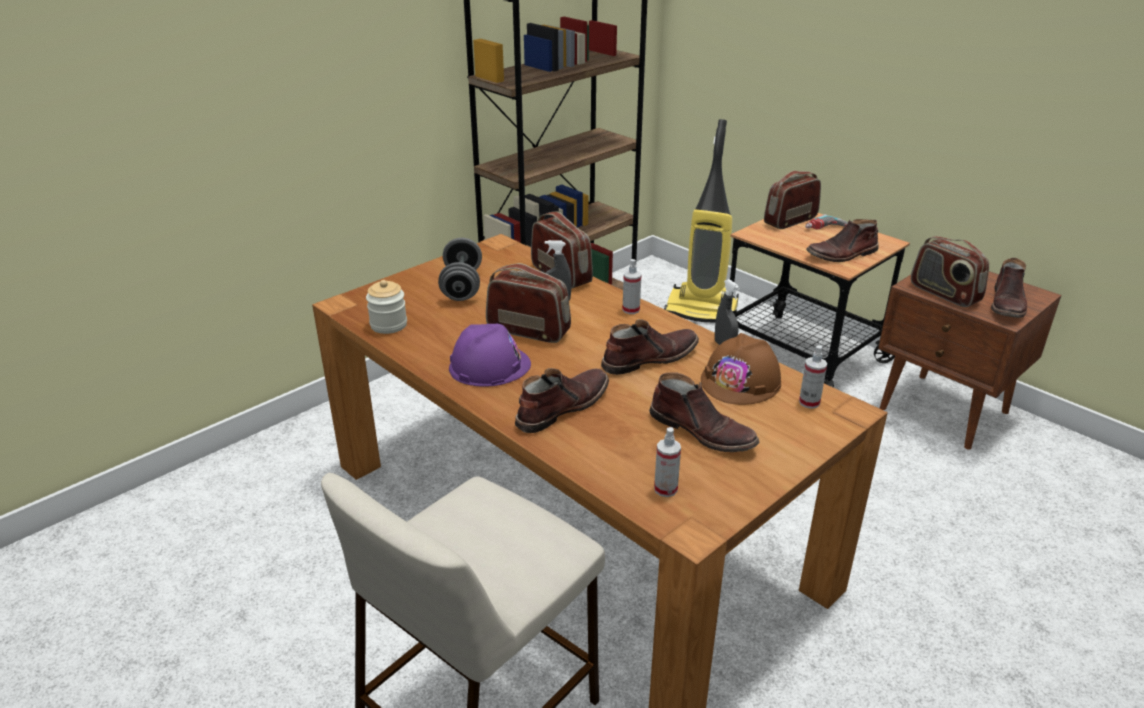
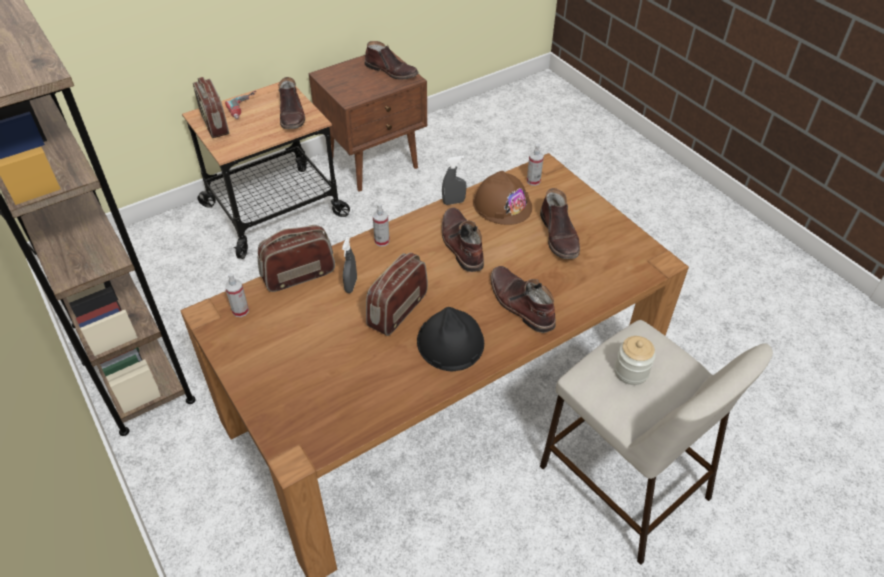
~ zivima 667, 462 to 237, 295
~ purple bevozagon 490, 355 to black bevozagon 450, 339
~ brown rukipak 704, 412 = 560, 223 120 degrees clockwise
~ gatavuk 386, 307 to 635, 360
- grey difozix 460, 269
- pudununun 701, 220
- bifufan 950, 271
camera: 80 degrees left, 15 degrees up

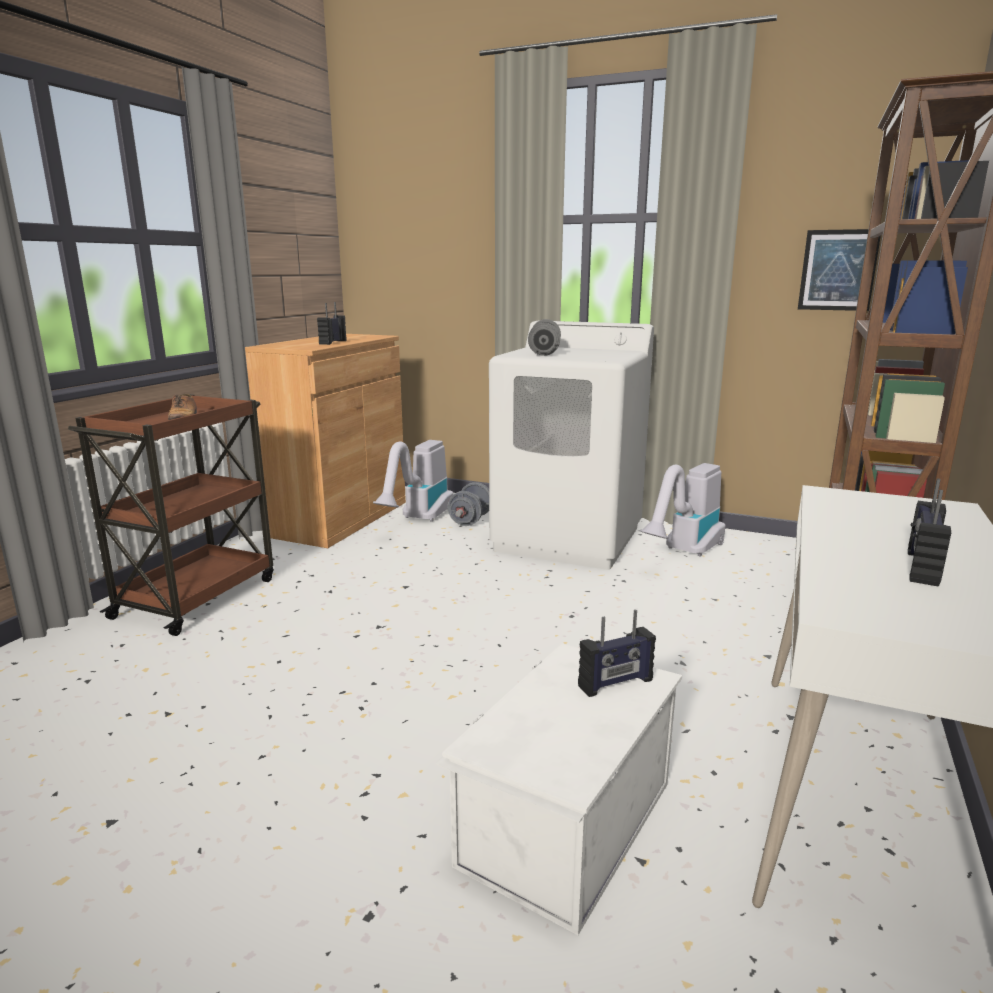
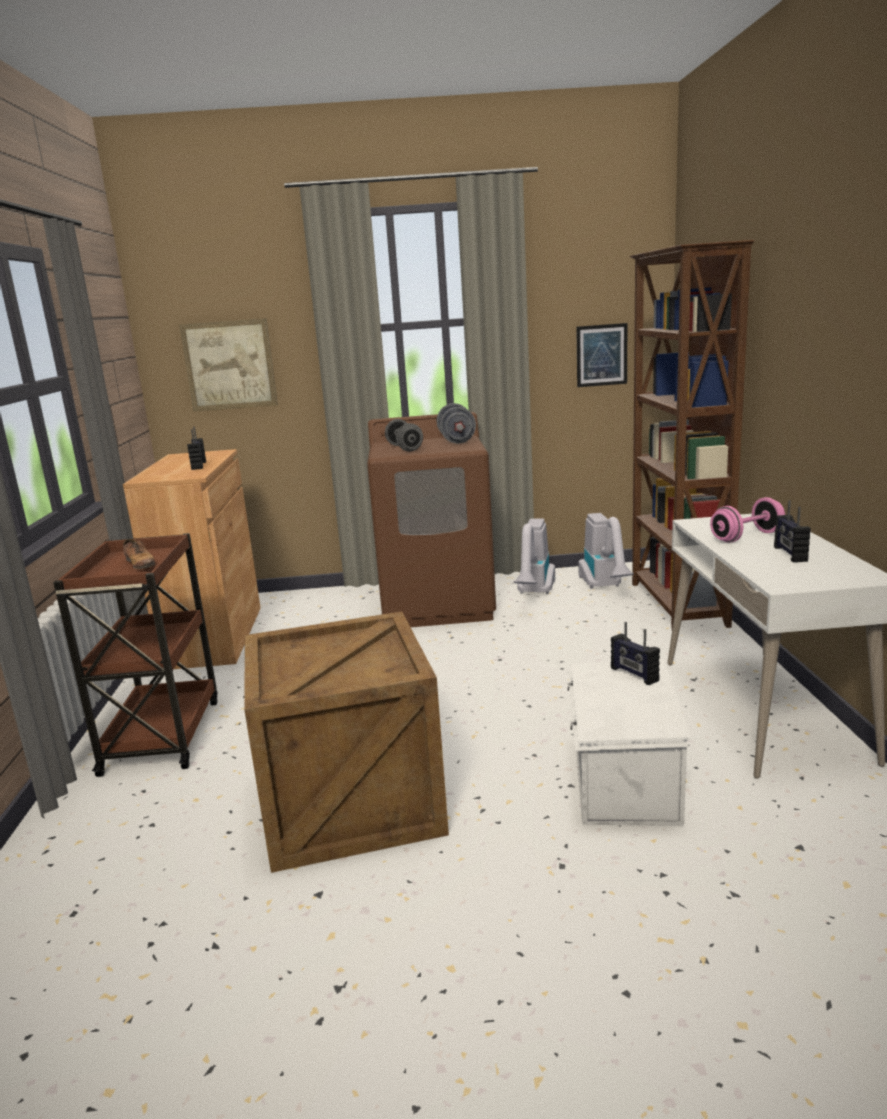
+ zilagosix 228, 365
+ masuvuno 346, 742
~ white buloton 571, 445 to brown buloton 431, 519
~ grey difozix 468, 504 to 456, 423
~ pudununun 413, 481 to 606, 551
~ bifufan 617, 653 = 635, 653 105 degrees clockwise
+ pink difozix 747, 520
camera: 25 degrees left, 0 degrees up

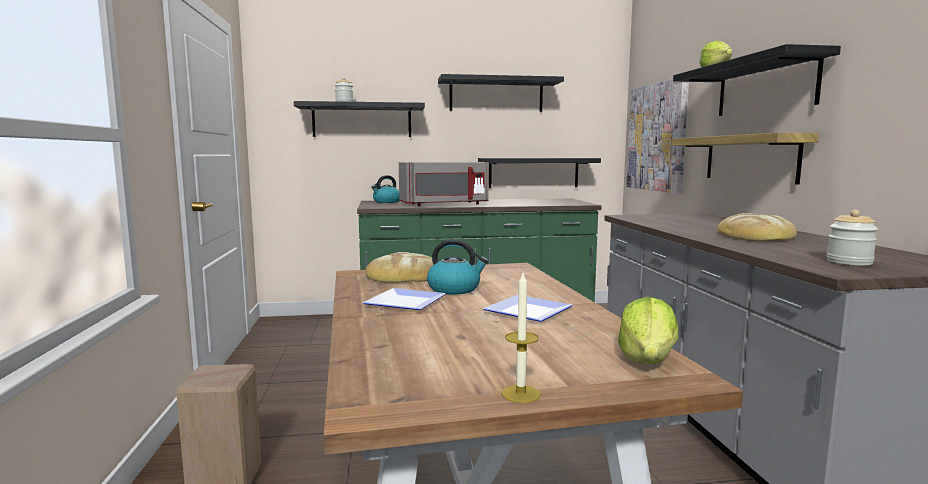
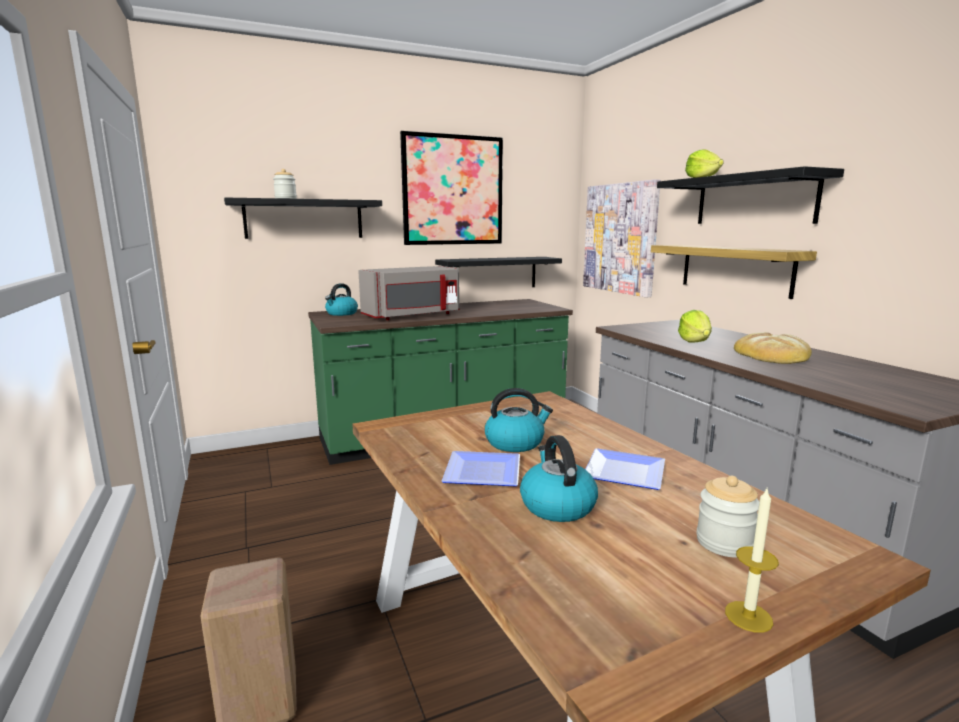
~ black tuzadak 501, 93 to zilagosix 451, 188
+ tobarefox 559, 478
~ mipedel 648, 330 to 695, 326
~ gatavuk 852, 238 to 727, 517
- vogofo 399, 267
camera: 15 degrees left, 5 degrees up

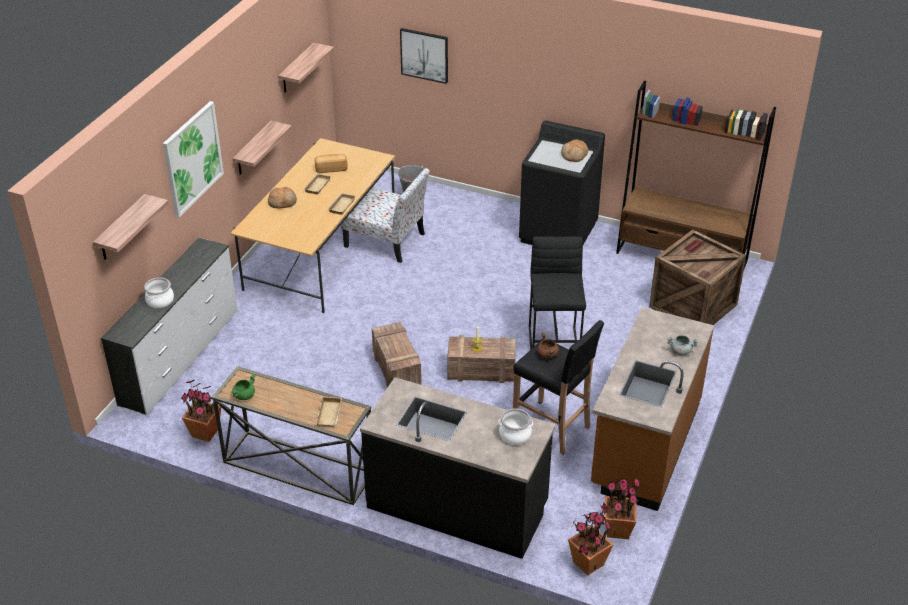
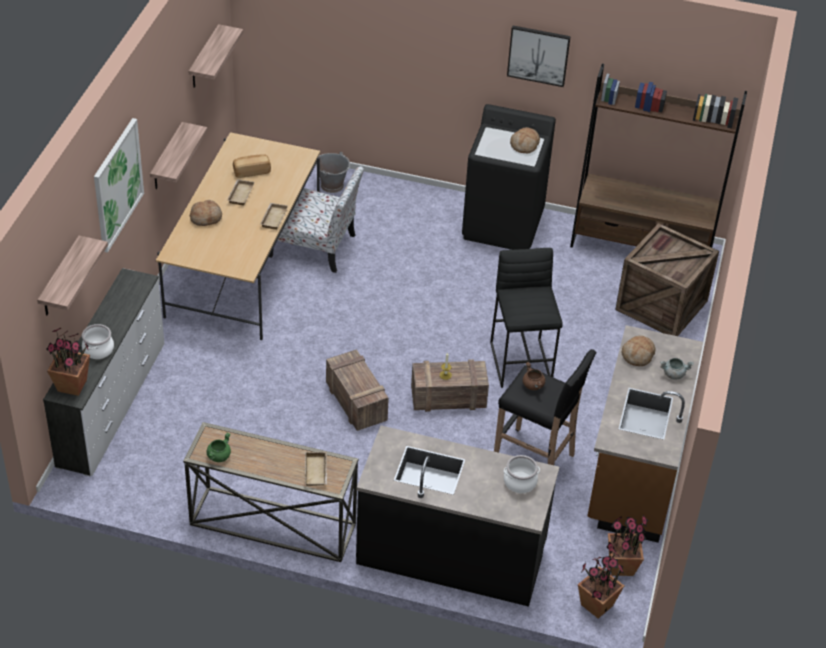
~ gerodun 201, 411 to 68, 362
~ zilagosix 424, 56 to 539, 56
+ vogofo 639, 351
camera: 10 degrees left, 5 degrees up

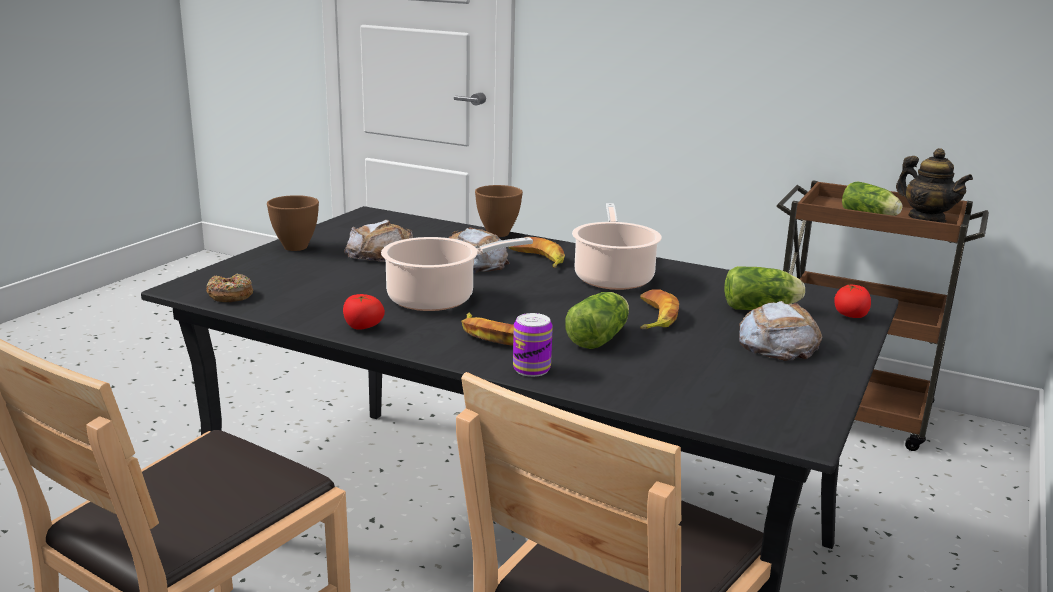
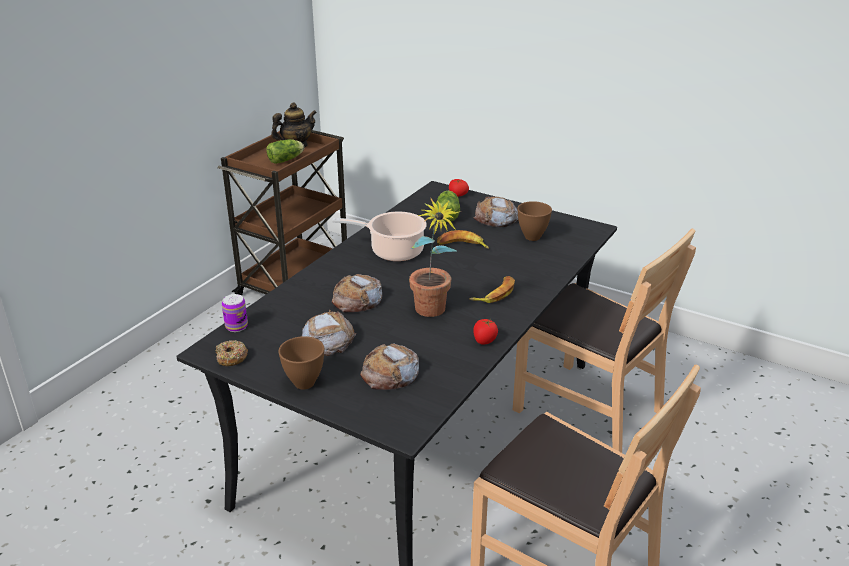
~ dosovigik 229, 288 to 232, 353
~ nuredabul 533, 345 to 235, 313
+ vogofo 389, 367
~ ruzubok 457, 274 to gerodun 434, 258
~ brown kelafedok 499, 211 to 534, 221
- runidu 537, 252
- mipedel 597, 320
camera: 85 degrees left, 10 degrees up

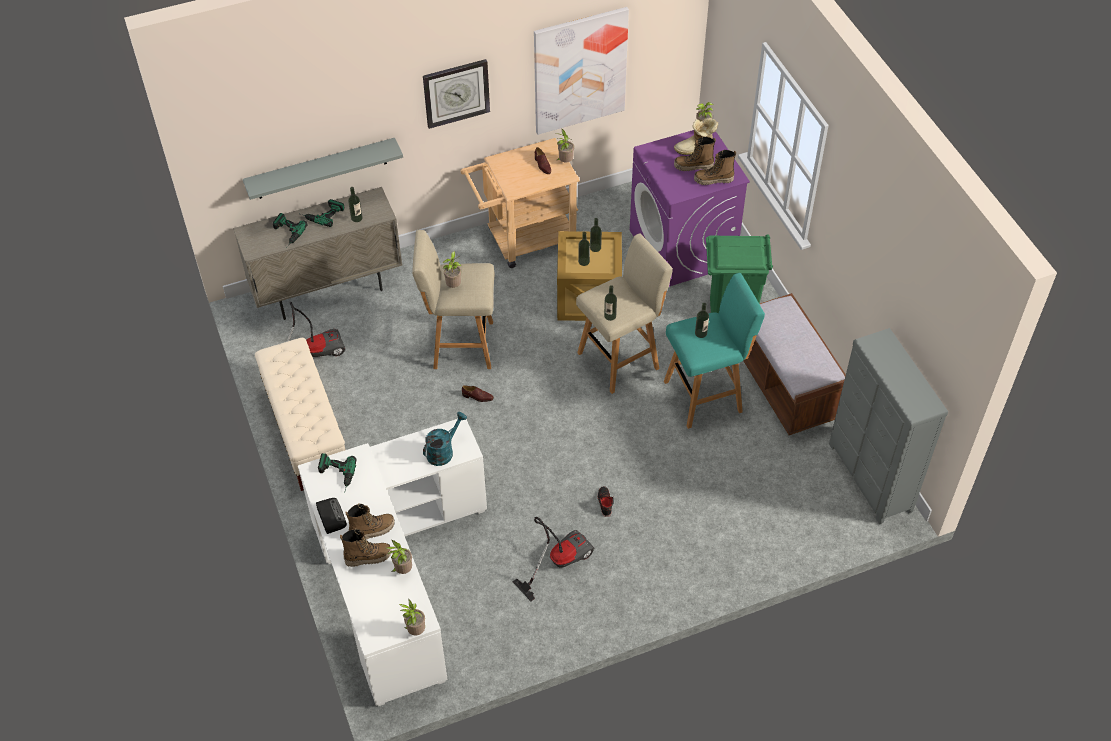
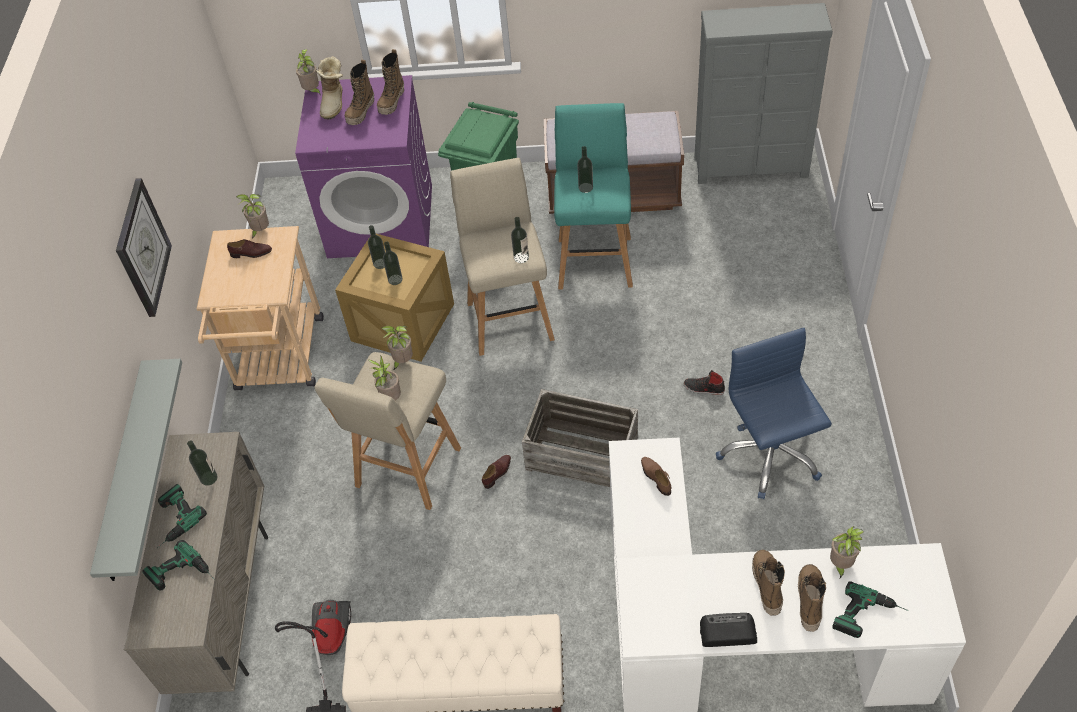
~ gerodun 412, 616 to 397, 348
+ masuvuno 580, 438
~ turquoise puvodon 445, 439 to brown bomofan 656, 476
~ pudununun 553, 559 to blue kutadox 774, 413
~ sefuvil 337, 473 to 870, 609
- zilagosix 581, 71
camera: 65 degrees left, 0 degrees up

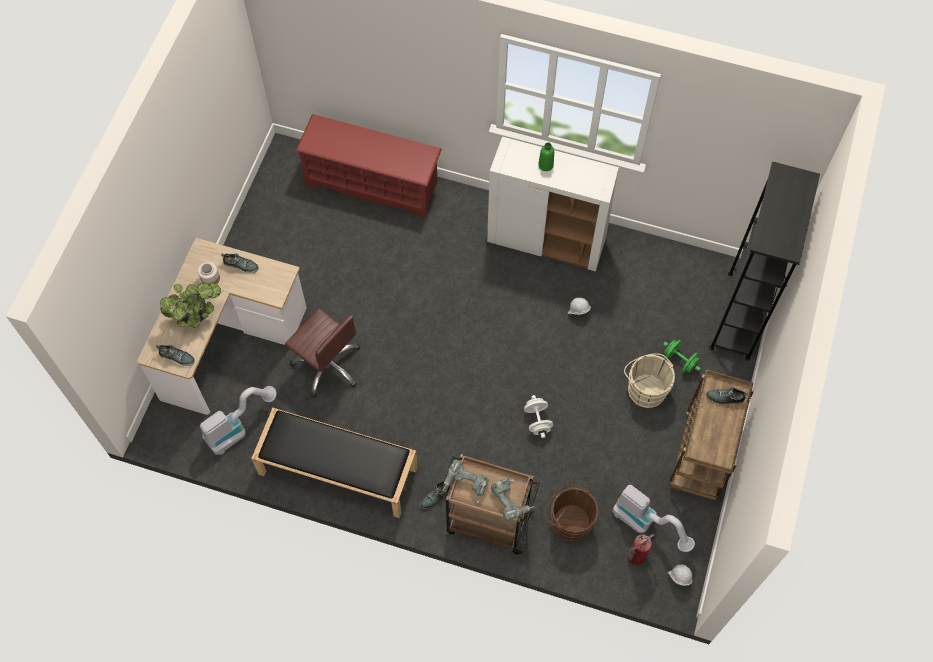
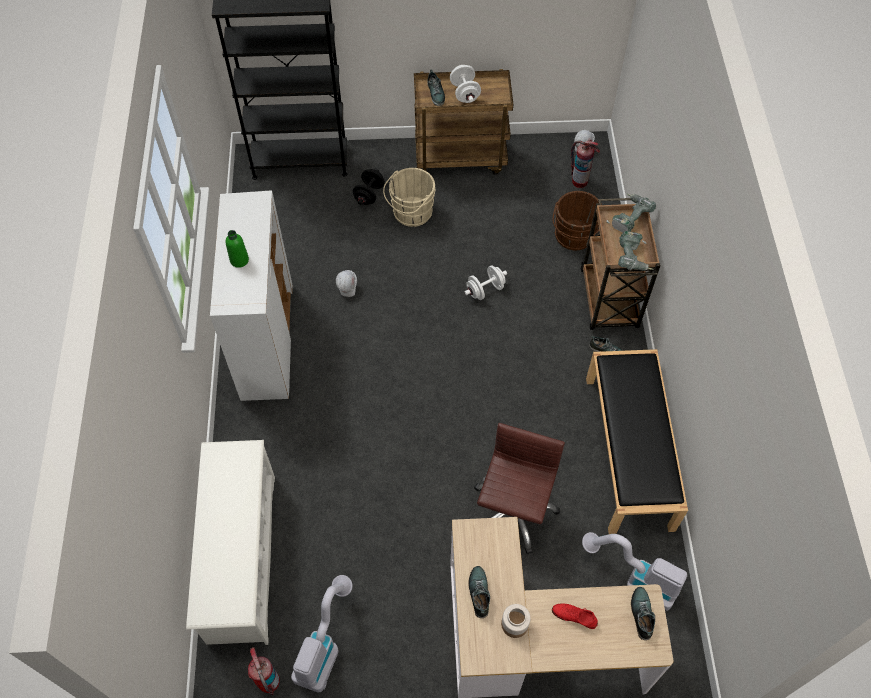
~ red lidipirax 369, 166 to white lidipirax 230, 542
+ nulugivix 264, 671
~ pudununun 654, 518 to 322, 633
~ green difozix 682, 356 to black difozix 369, 187
+ white difozix 465, 84
~ gerodun 190, 305 to red bomofan 575, 616
camera: 110 degrees left, 5 degrees down

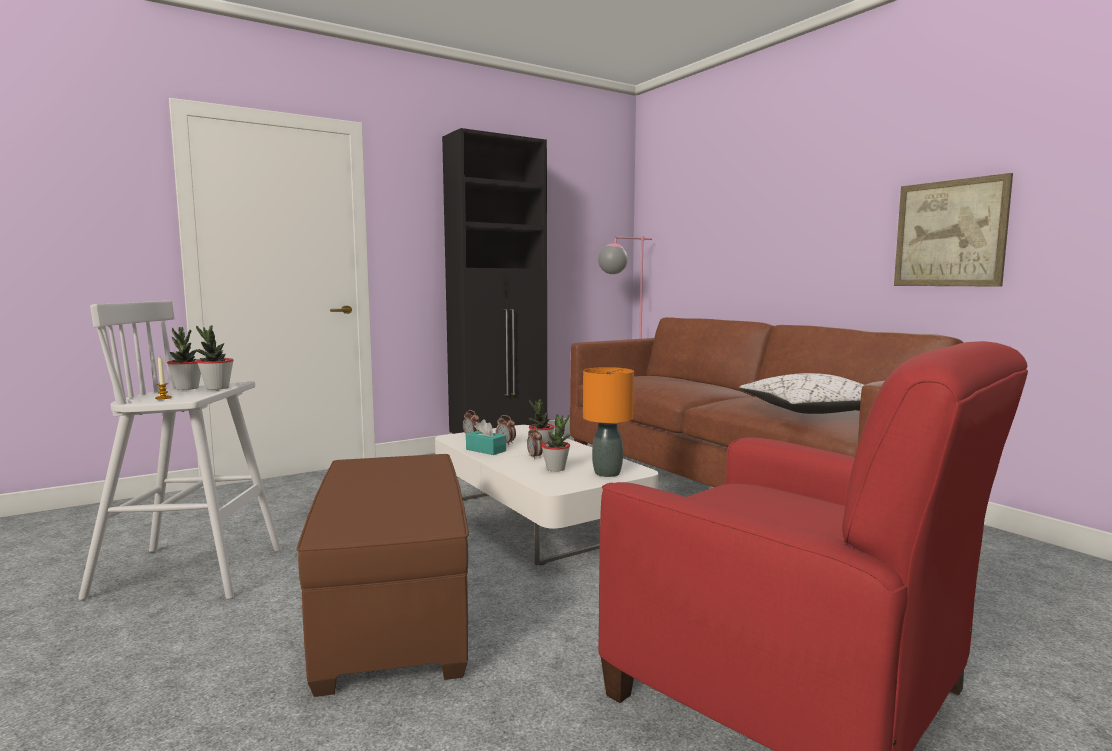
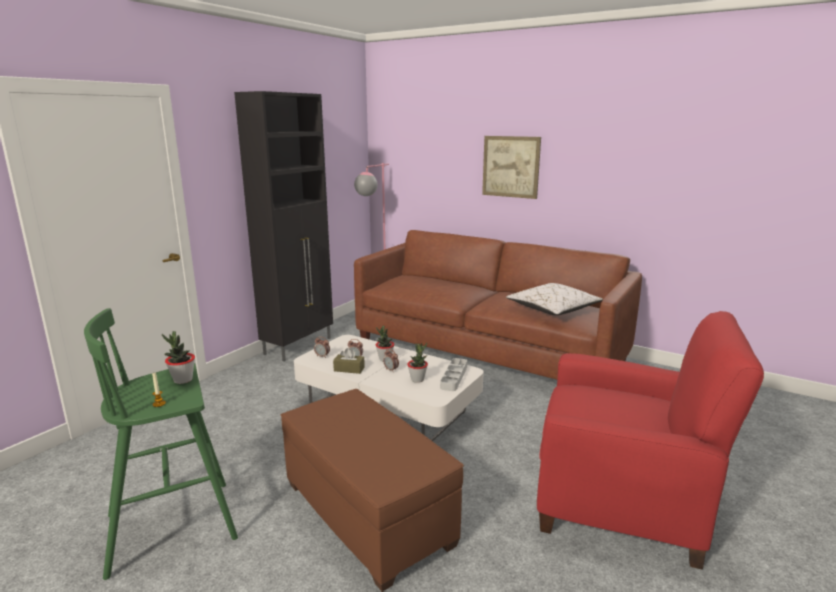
~ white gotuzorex 179, 450 to green gotuzorex 161, 444
~ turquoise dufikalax 486, 437 to brown dufikalax 349, 361
~ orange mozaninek 608, 422 to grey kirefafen 453, 374
~ zilagosix 953, 230 to 511, 167
- gerodun 184, 358
camera: 25 degrees left, 10 degrees up

